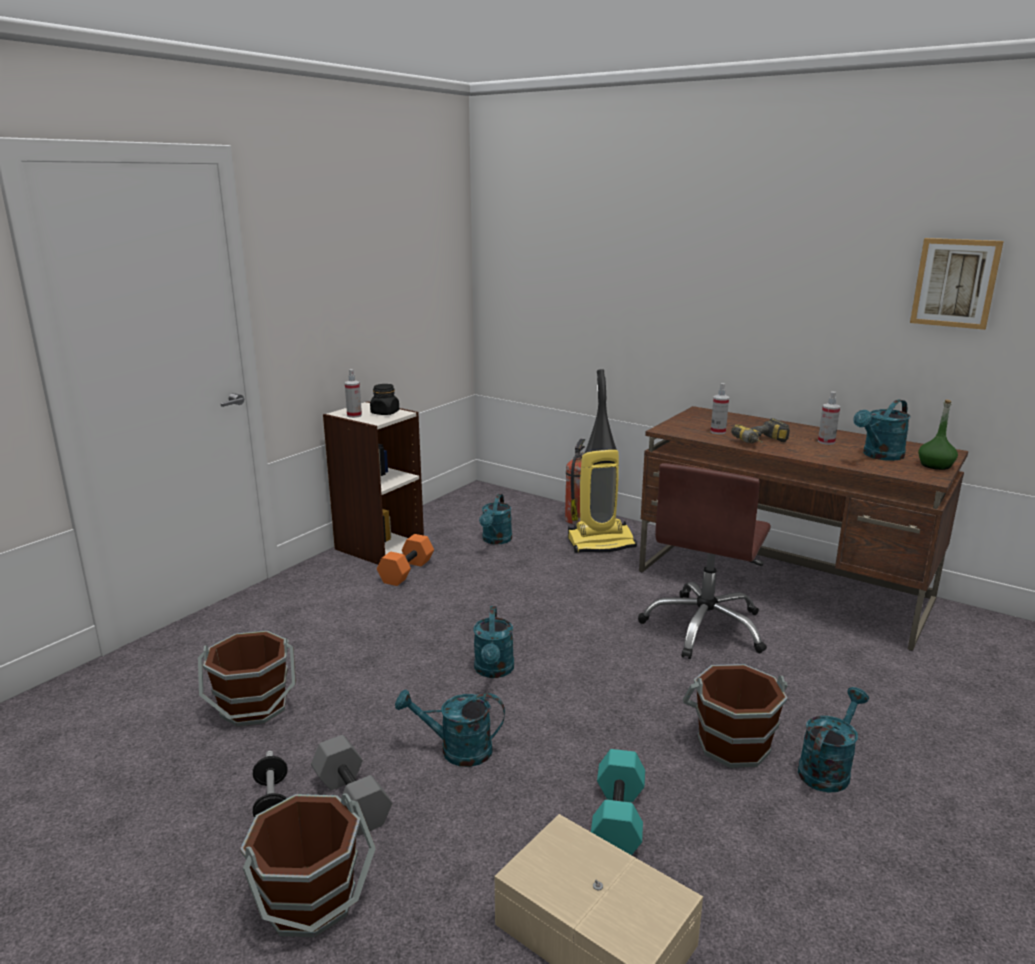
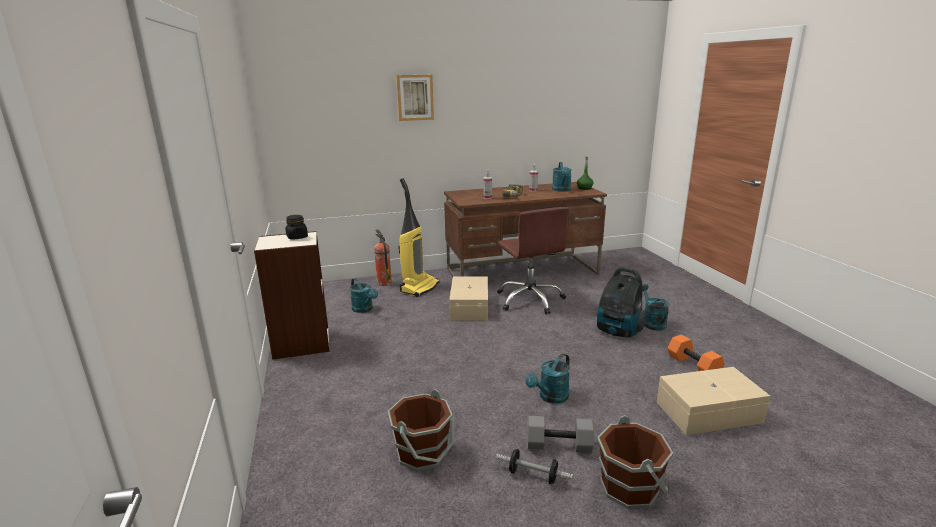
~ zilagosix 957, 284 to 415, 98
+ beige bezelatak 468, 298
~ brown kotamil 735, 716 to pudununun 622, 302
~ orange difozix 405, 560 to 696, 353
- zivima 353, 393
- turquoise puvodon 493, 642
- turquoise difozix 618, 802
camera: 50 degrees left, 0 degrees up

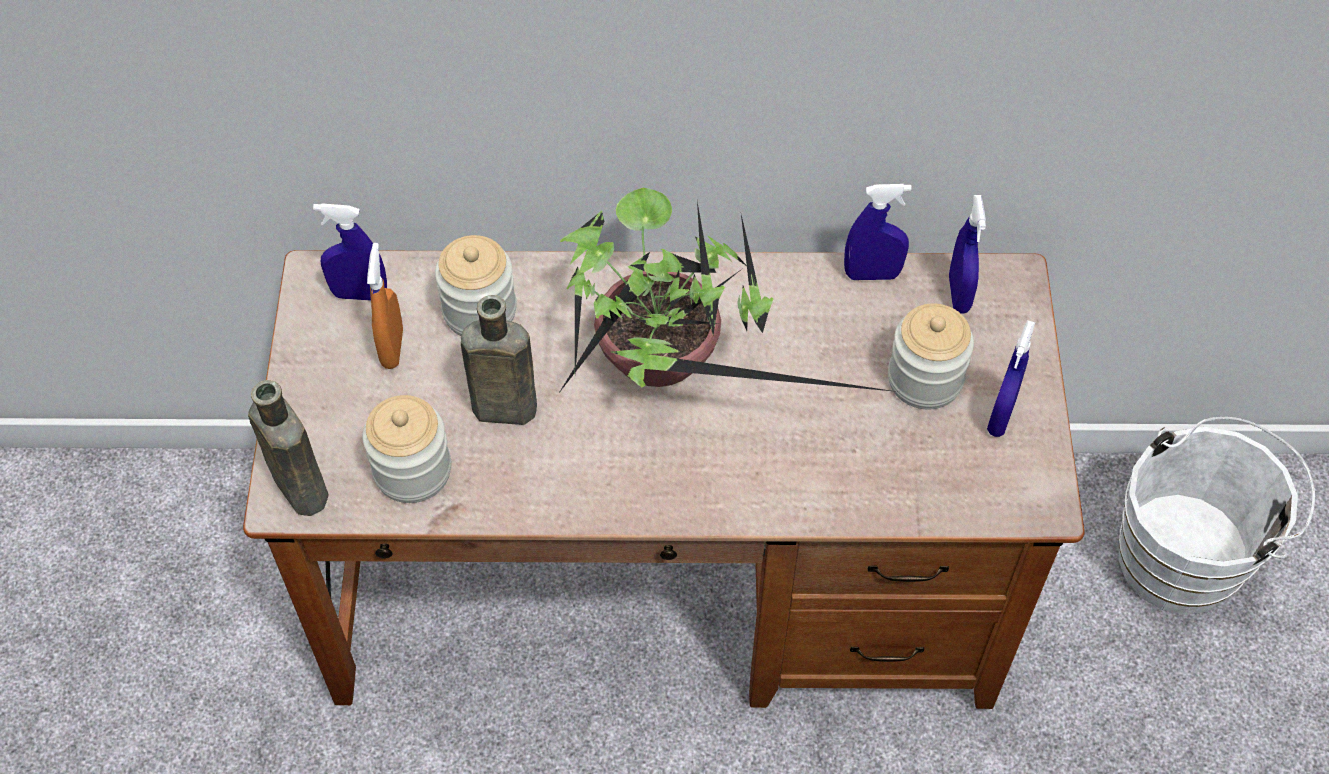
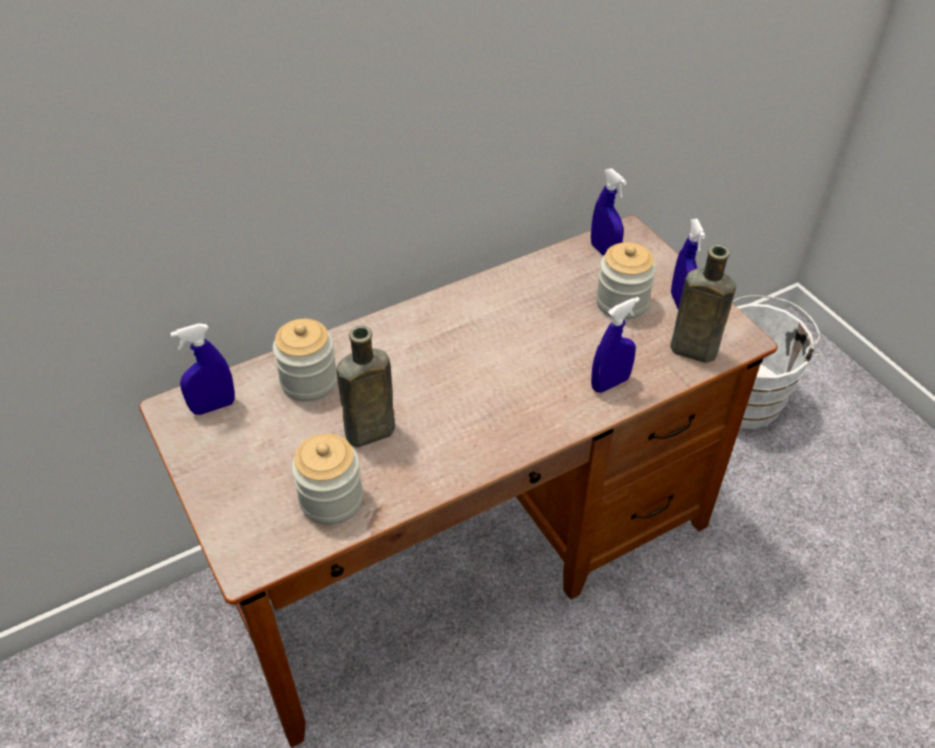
~ blue zivima 878, 232 to 615, 345
~ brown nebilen 288, 448 to 703, 304
- orange zivima 385, 306
- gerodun 727, 291
camera: 30 degrees left, 10 degrees down

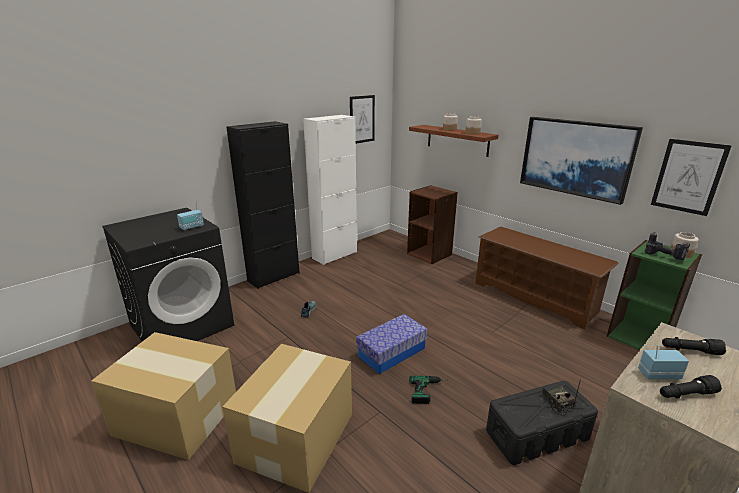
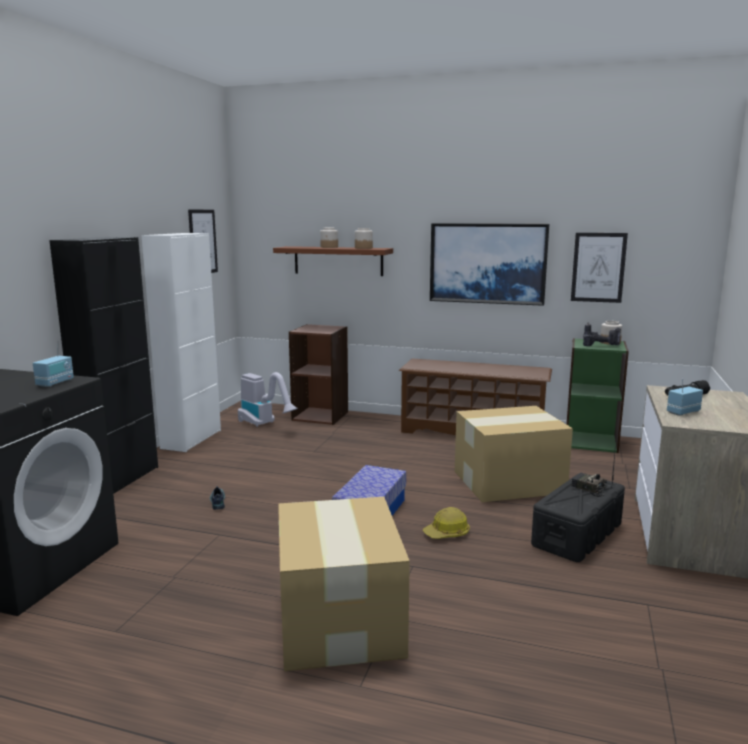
+ pudununun 268, 399
~ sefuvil 426, 390 to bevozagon 446, 523
~ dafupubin 163, 396 to 514, 454
- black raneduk 691, 387
camera: 30 degrees left, 10 degrees down

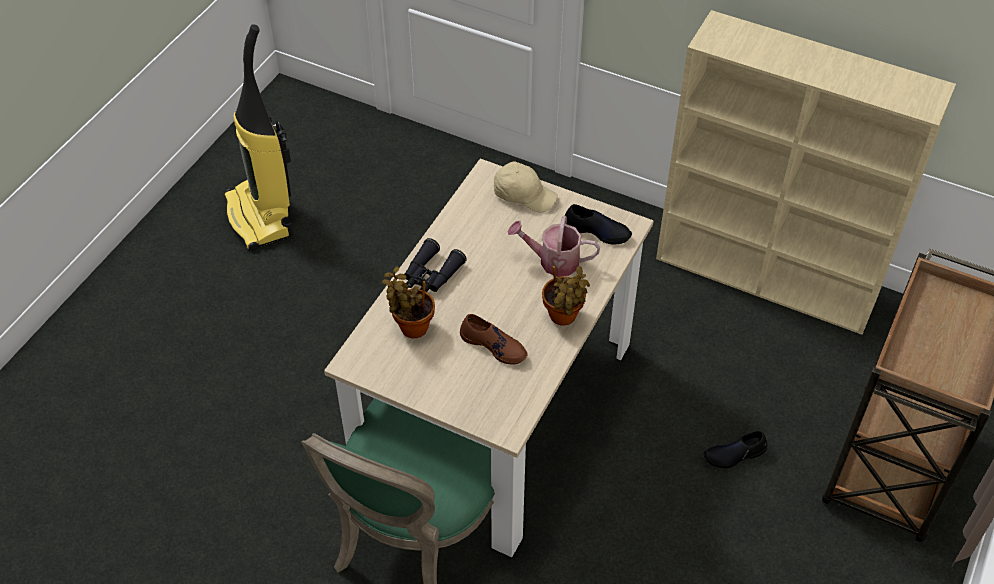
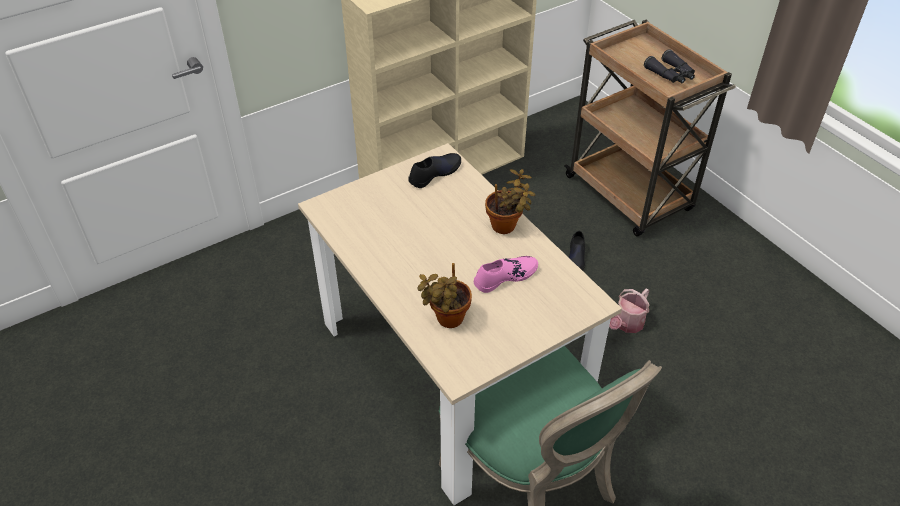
~ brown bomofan 494, 339 to pink bomofan 506, 274
~ puvodon 554, 246 to 629, 310
~ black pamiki 435, 265 to 669, 66
- pudununun 259, 137
- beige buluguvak 525, 186
camera: 60 degrees left, 5 degrees down

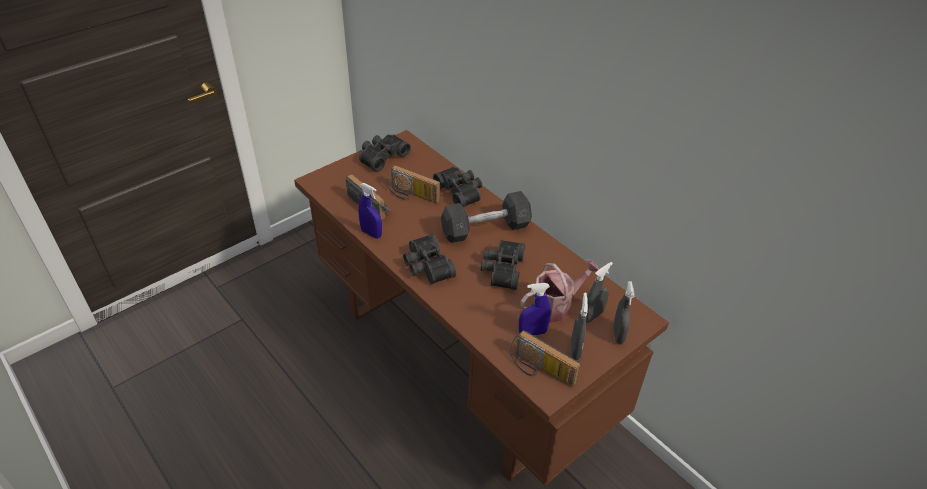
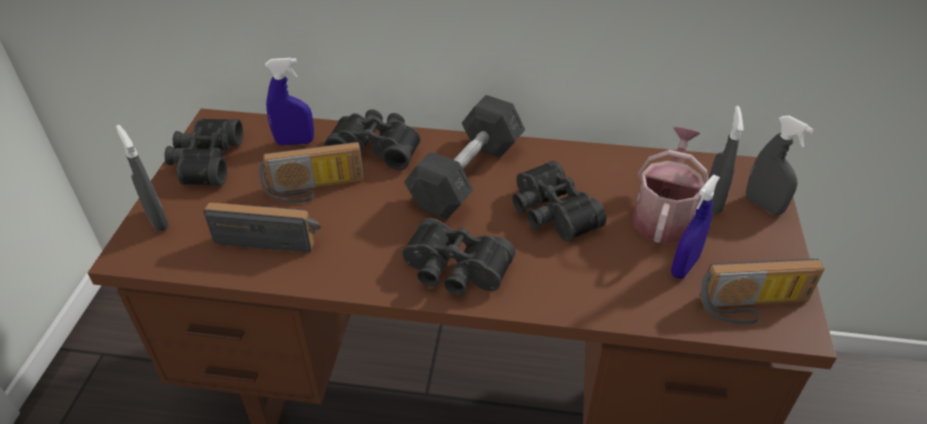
~ grey zivima 579, 326 to 142, 178
~ blue zivima 370, 211 to 289, 102
camera: 40 degrees left, 0 degrees up

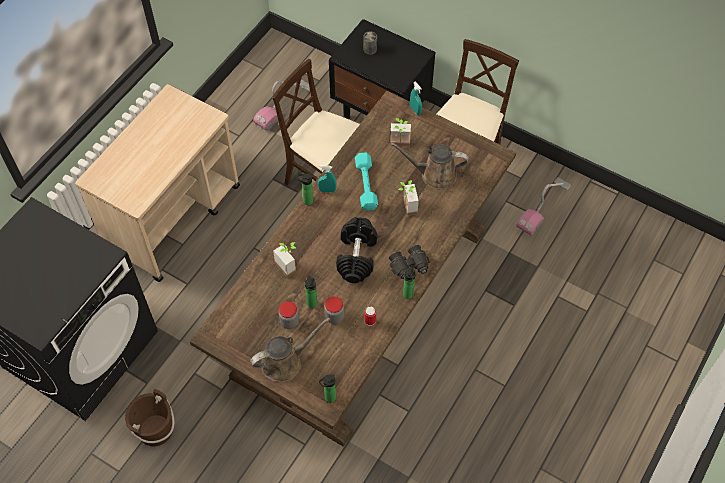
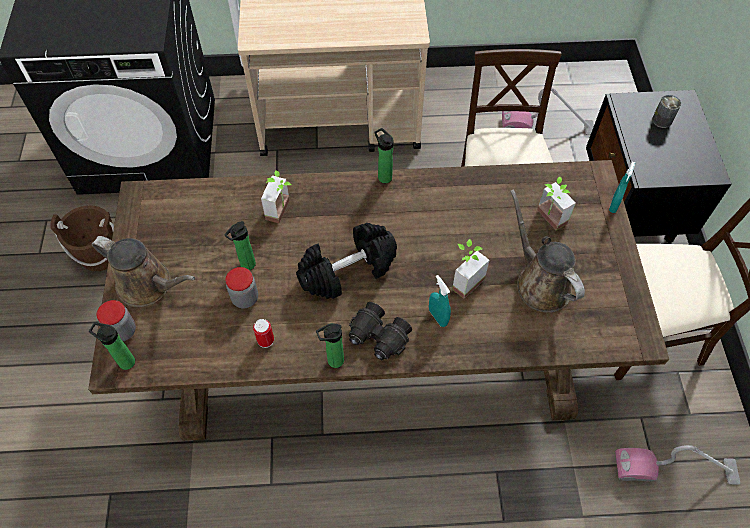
~ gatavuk 289, 315 to 116, 320
~ turquoise zivima 327, 179 to 440, 301
- turquoise difozix 366, 181
camera: 55 degrees right, 0 degrees up

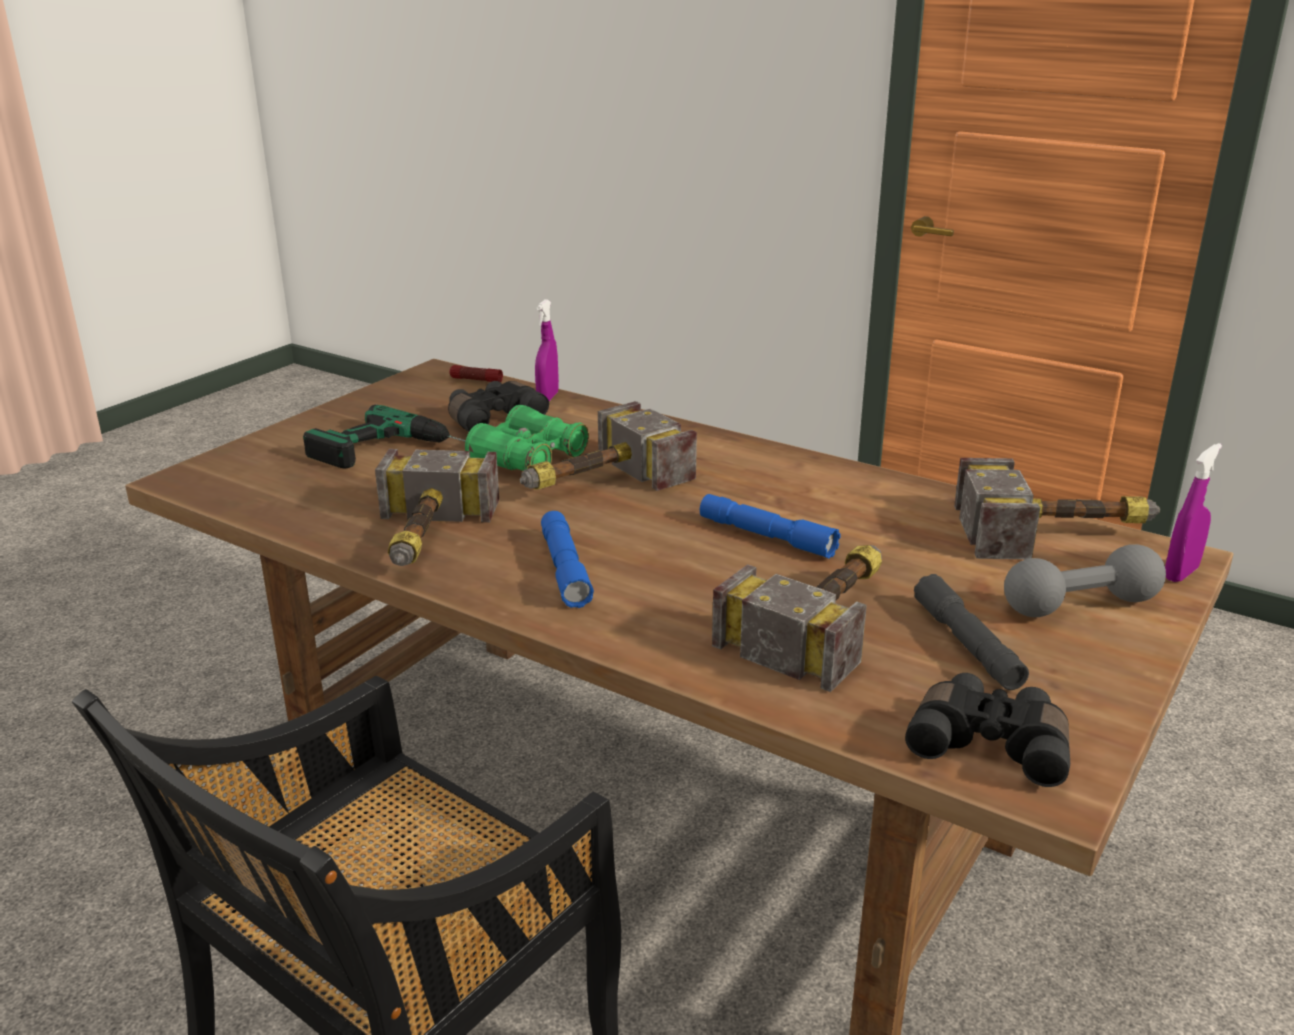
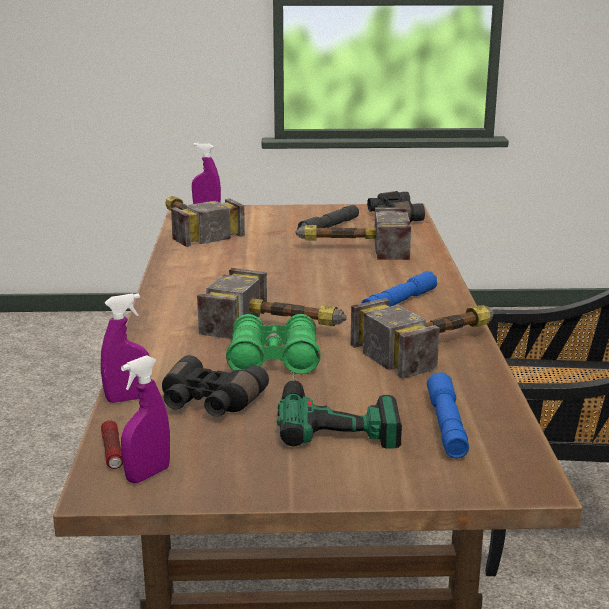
+ purple zivima 145, 419
~ blue raneduk 770, 526 to 448, 415
- grey difozix 1085, 580
camera: 125 degrees left, 5 degrees down

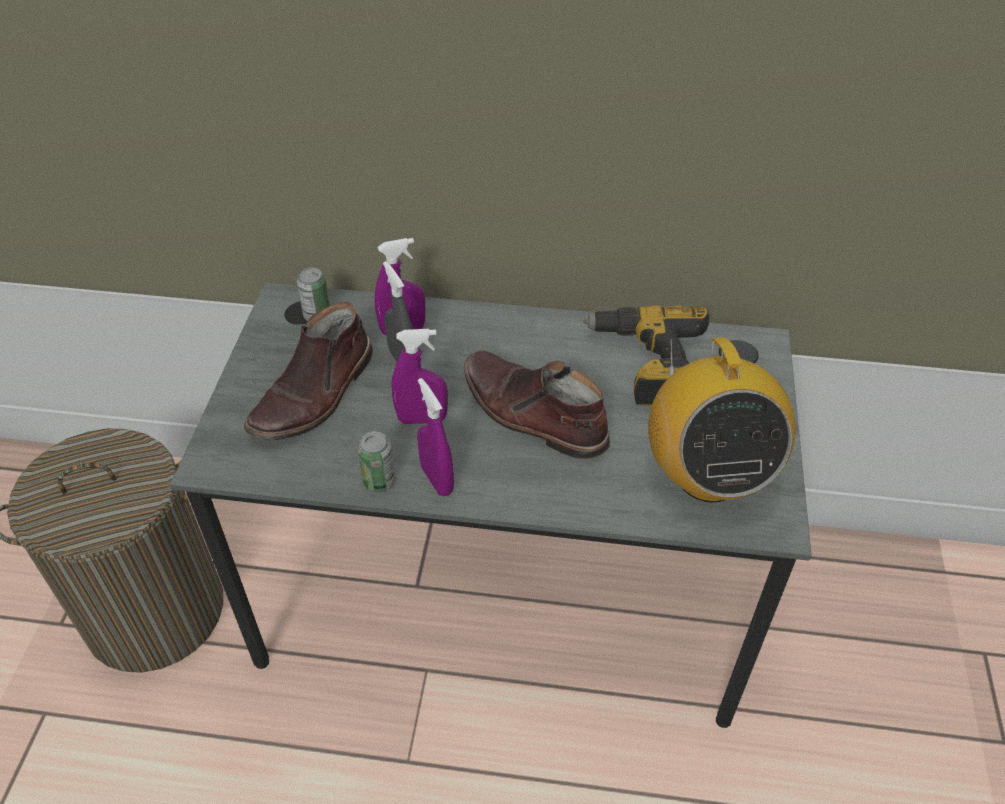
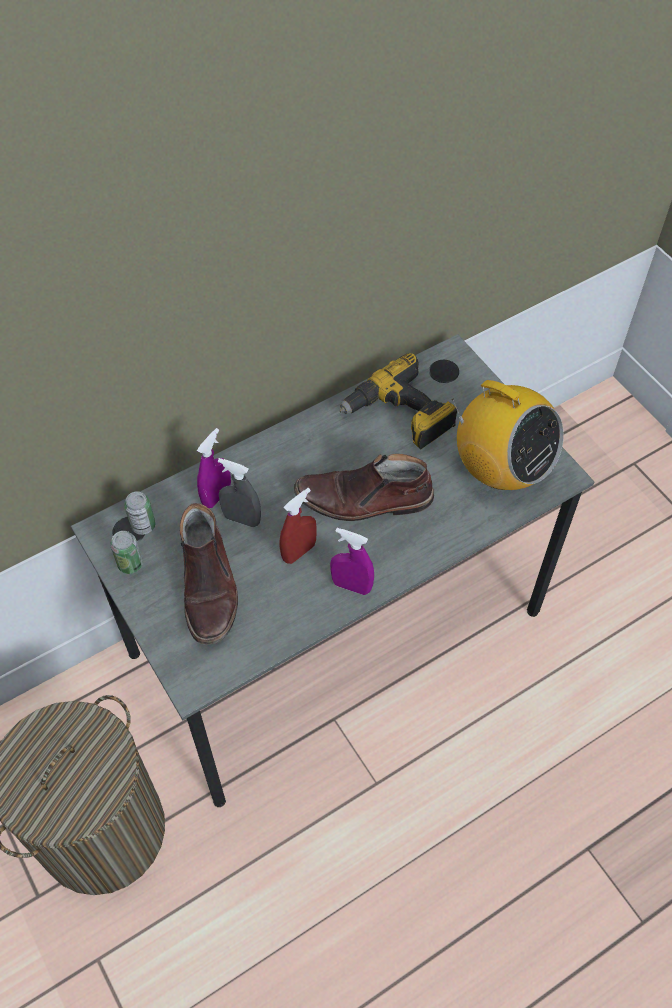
~ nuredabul 376, 461 to 126, 552
~ purple zivima 419, 376 to red zivima 298, 526
camera: 40 degrees left, 10 degrees up

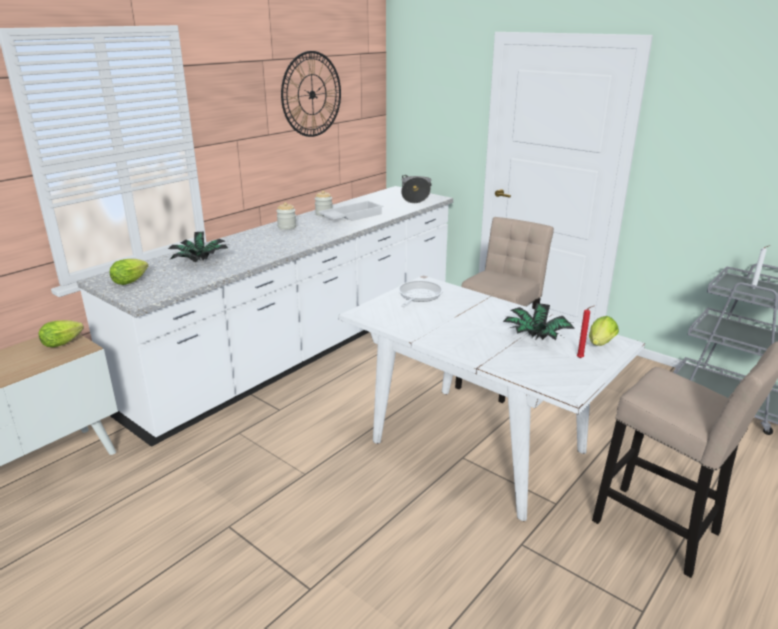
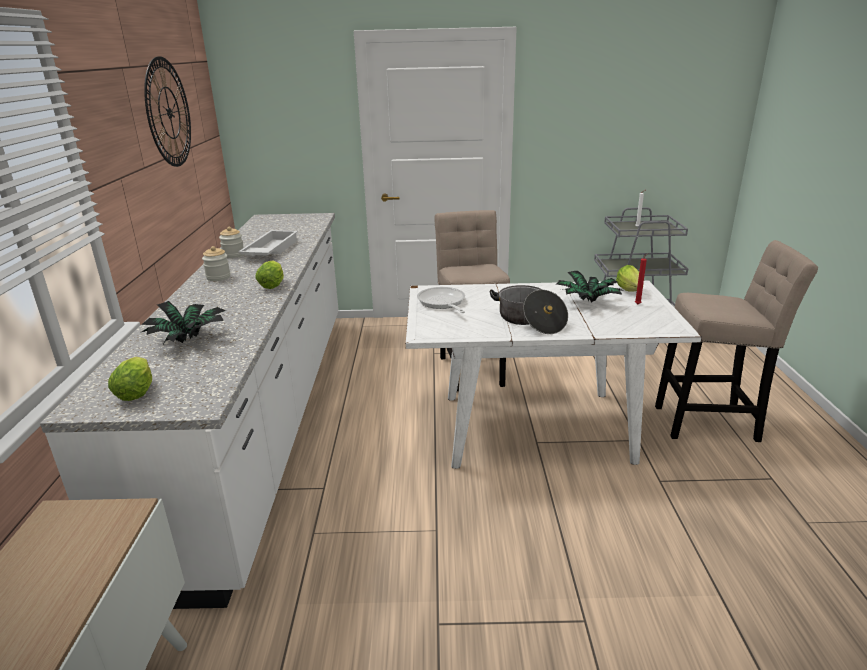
~ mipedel 61, 333 to 269, 275
~ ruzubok 416, 189 to 529, 309
camera: 40 degrees left, 0 degrees up

